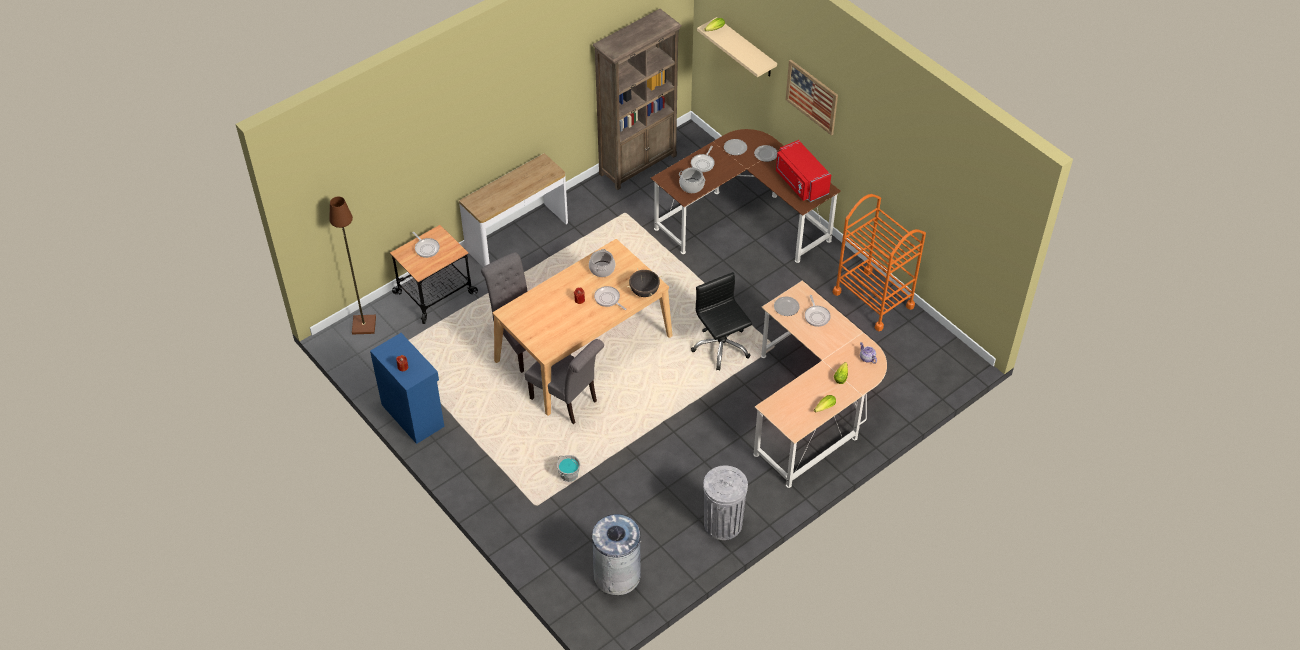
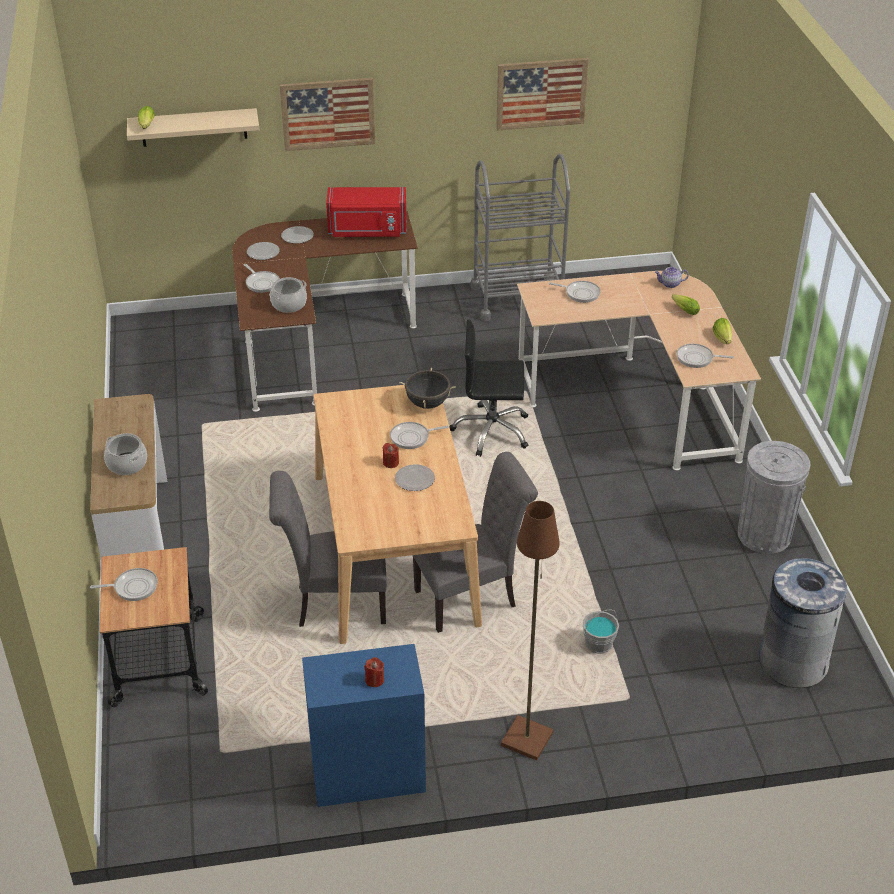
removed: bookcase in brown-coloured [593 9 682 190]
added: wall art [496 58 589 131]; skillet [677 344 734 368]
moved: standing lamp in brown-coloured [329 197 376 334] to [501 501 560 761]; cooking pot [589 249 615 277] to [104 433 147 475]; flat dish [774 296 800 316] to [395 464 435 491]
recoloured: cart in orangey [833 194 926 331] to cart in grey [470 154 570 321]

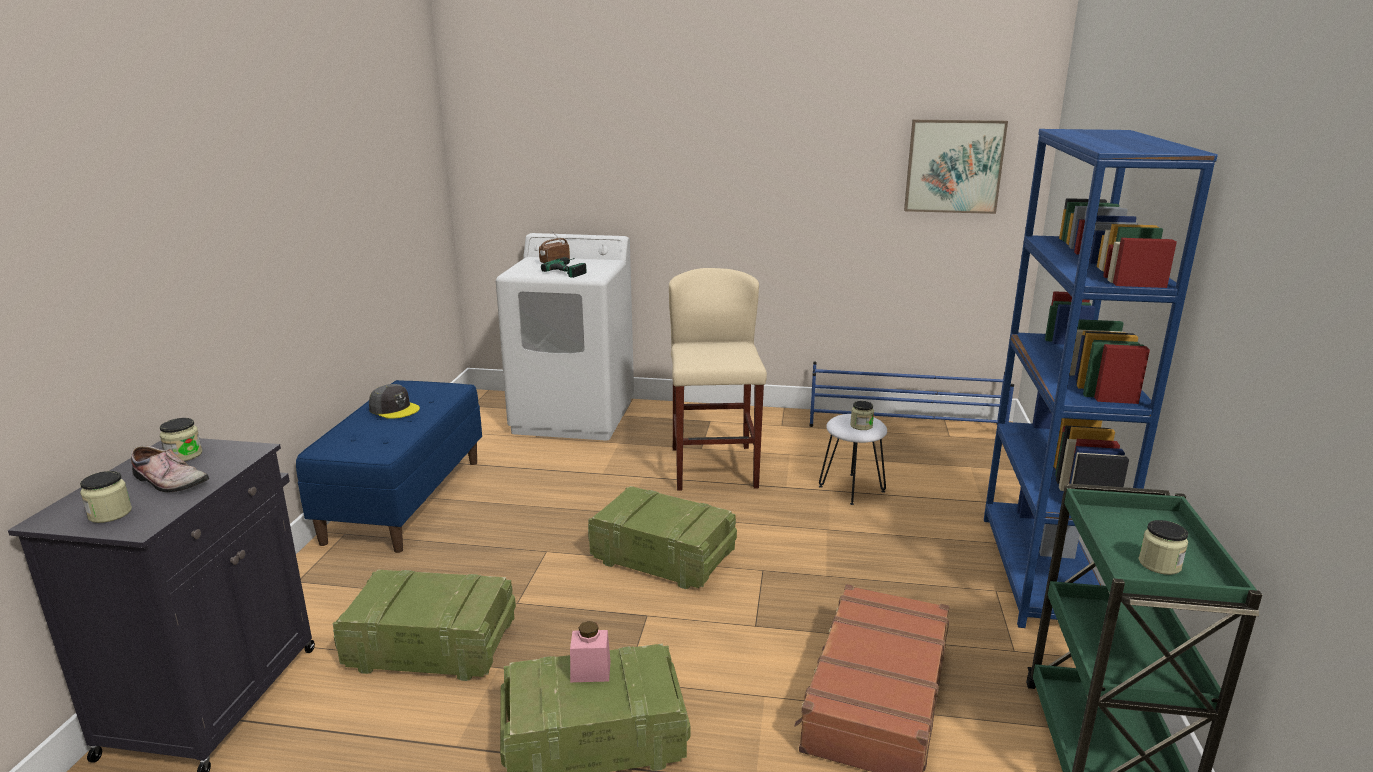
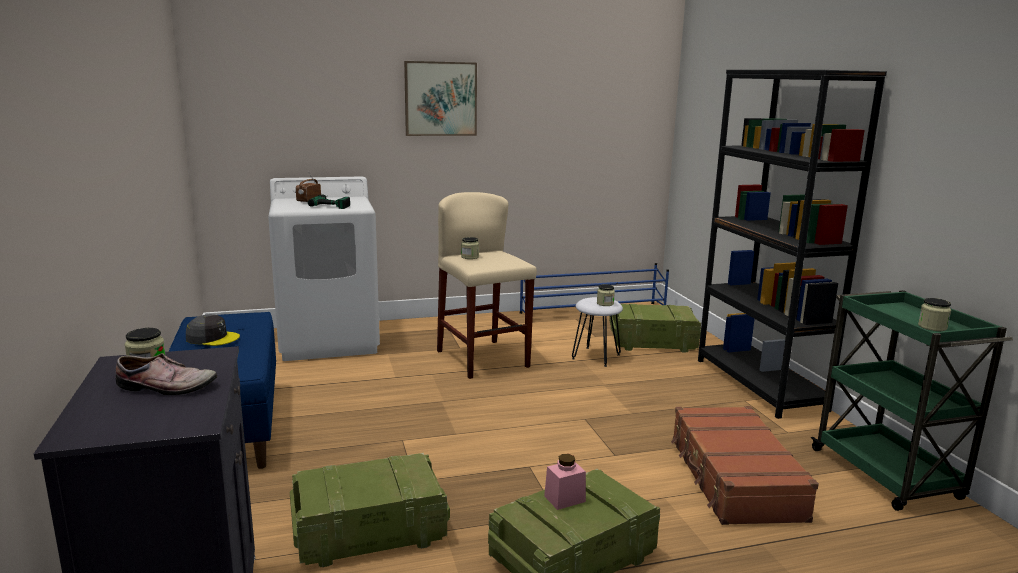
moved: wall art [904 120 1008 214] to [404 61 477 136]; preserve jar [80 471 132 523] to [461 237 479 259]; packing crate [588 486 737 589] to [609 304 701 352]
recoloured: bookcase in bluish [984 129 1218 628] to bookcase in black [698 70 887 419]

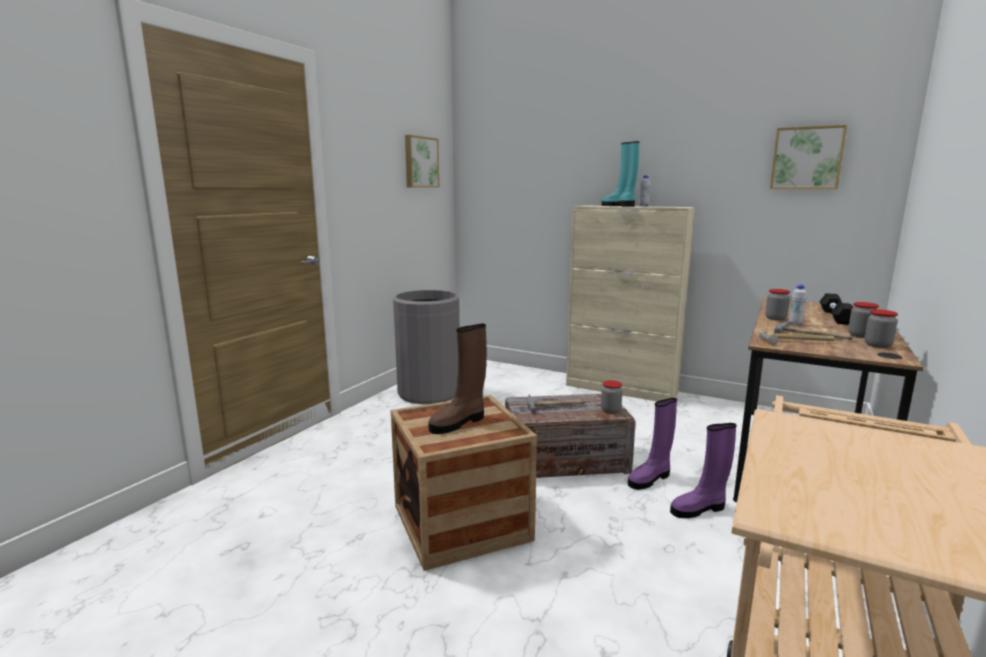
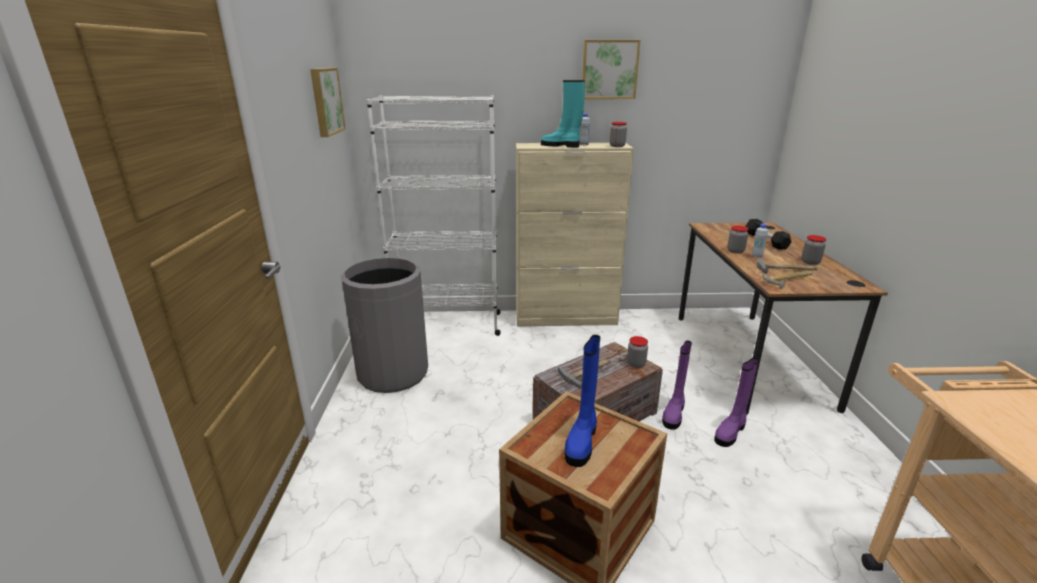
added: bookcase in whitish [367 95 501 336]
moved: wall art [770 125 847 189] to [582 40 640 99]; preserve jar [864 309 898 348] to [610 122 627 147]
recoloured: high-top boot in brown-coloured [428 324 487 434] to high-top boot in bluish [564 335 600 467]

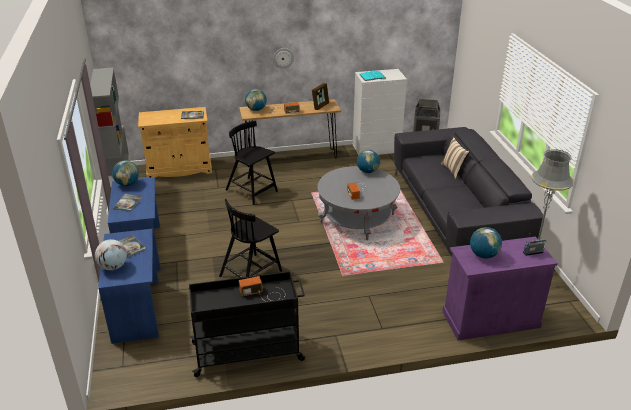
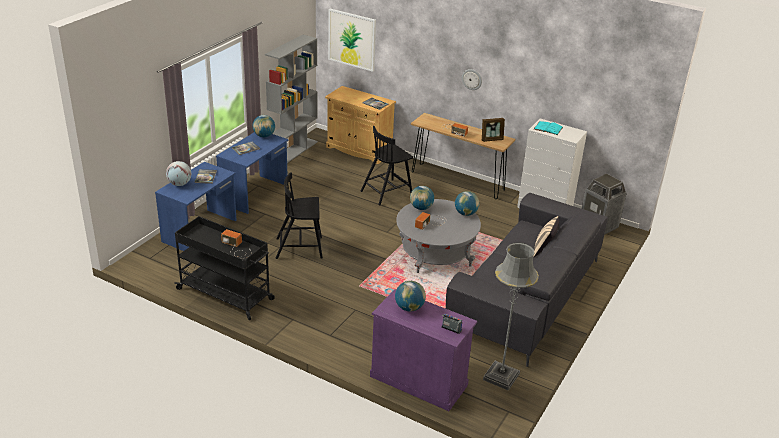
added: wall art [328 9 376 72]
moved: desk globe [245 89 267 111] to [410 186 434 210]
turned: chair in black [226 120 278 205] = [361 126 413 205] 120 degrees counterclockwise

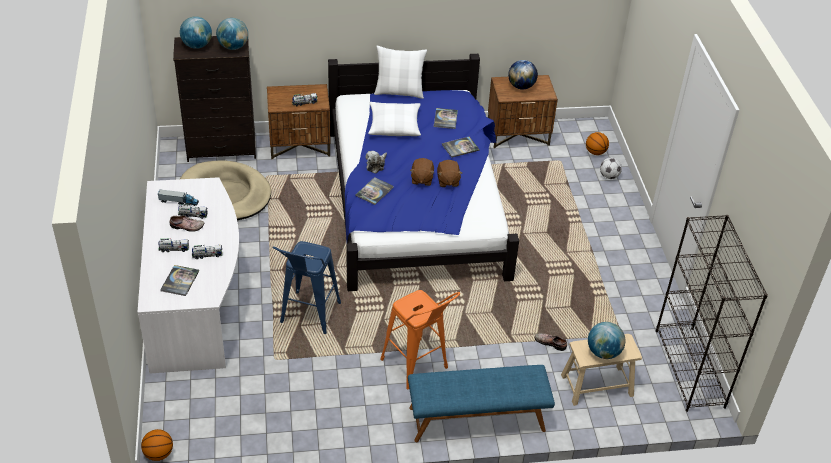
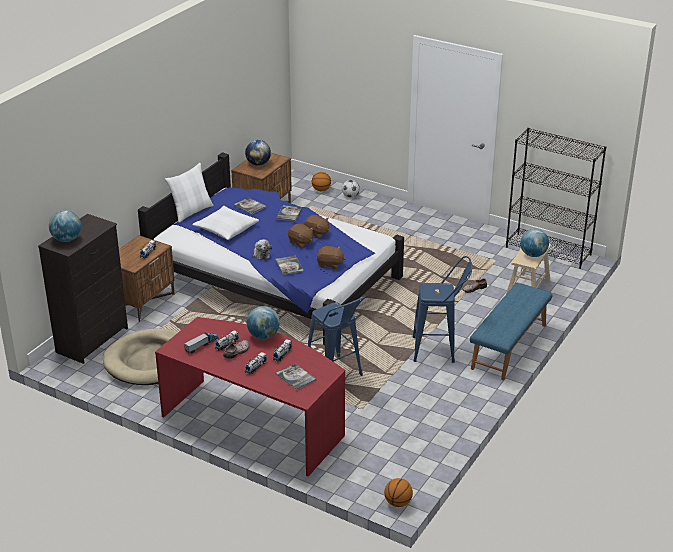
added: cuddly toy in brown-coloured [317 246 345 269]
moved: desk globe [216 18 248 50] to [247 306 280 339]
recoloured: desk in whitish [137 177 239 374] to desk in reddish [155 317 345 477]; stool in orangey [380 290 460 389] to stool in bluish [413 256 472 363]

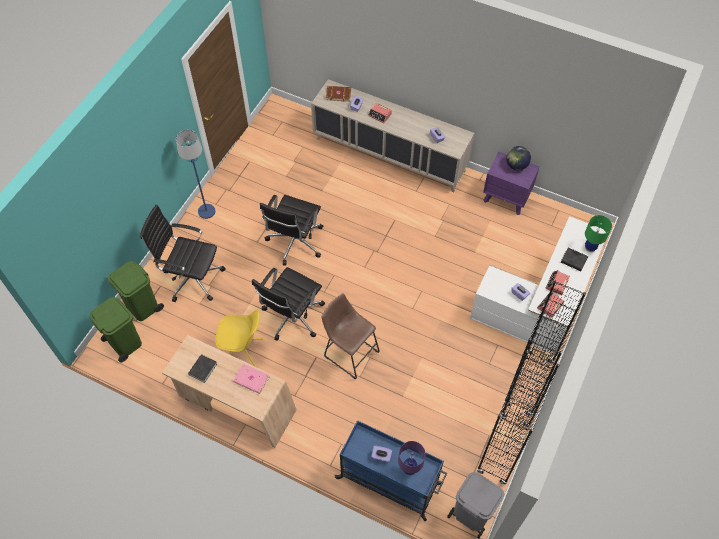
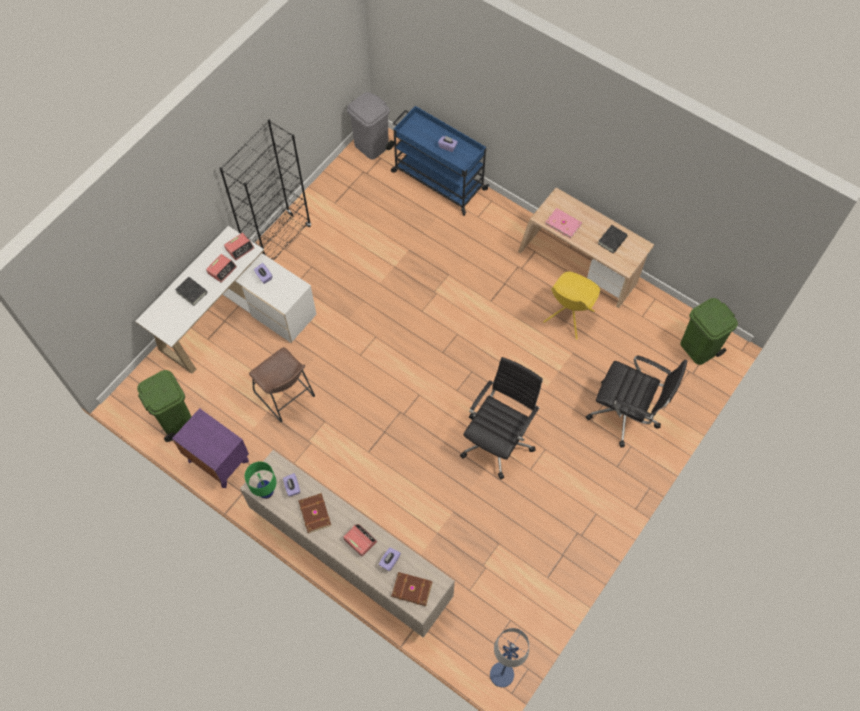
removed: desk globe [506 146 531 170]; computer chair in black [252 267 325 341]; bookcase in black [477 351 559 485]; tabletop lamp in purple [398 441 426 475]
added: bound book in brown-coloured [298 493 331 533]
moved: standing lamp in bluish [176 130 215 219] to [490 628 529 687]; tabletop lamp in green [585 215 612 252] to [245 462 277 499]; trash can in green [108 261 164 321] to [137 370 191 442]; stool in brown-coloured [321 293 379 379] to [249 347 315 423]
turned: chair in yellowish [215 310 263 367] = [543 271 600 340] 75 degrees counterclockwise

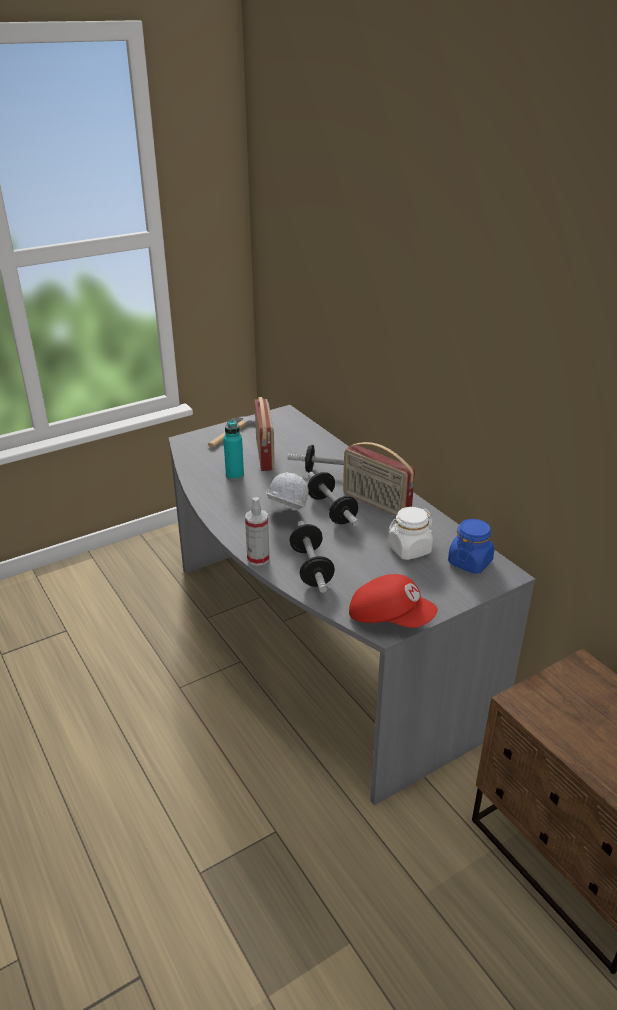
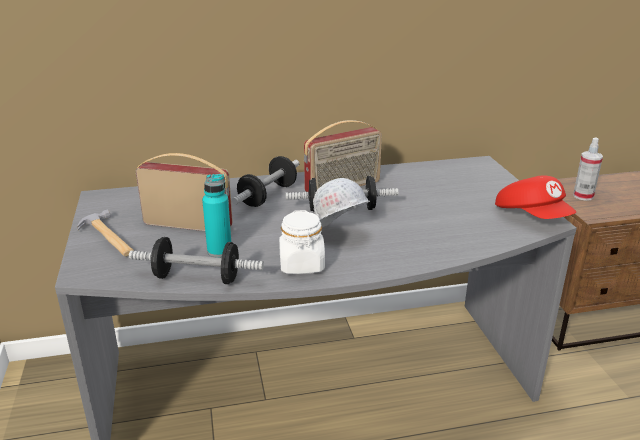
removed: preserve jar in bluish [448 519 495 574]
moved: sprayer [245 497 269 566] to [573 138 603 201]; preserve jar in whitish [388 507 433 560] to [279 210 325 274]; free weight [290 521 335 593] to [129 237 264 284]
turned: peaked cap in reddish [349 574 437 628] = [495 175 576 219] 105 degrees clockwise

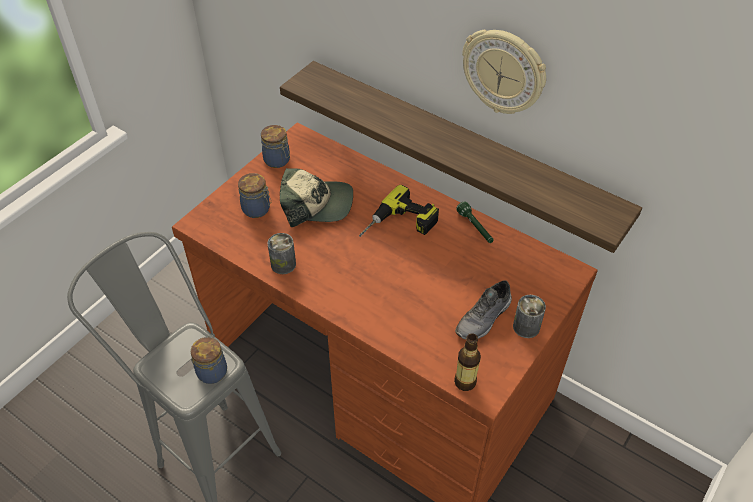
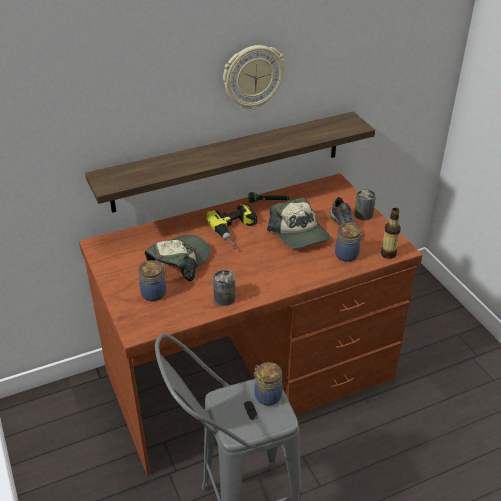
added: peaked cap [267 198 330 249]
moved: preserve jar [261 125 290 168] to [335 223 363 262]

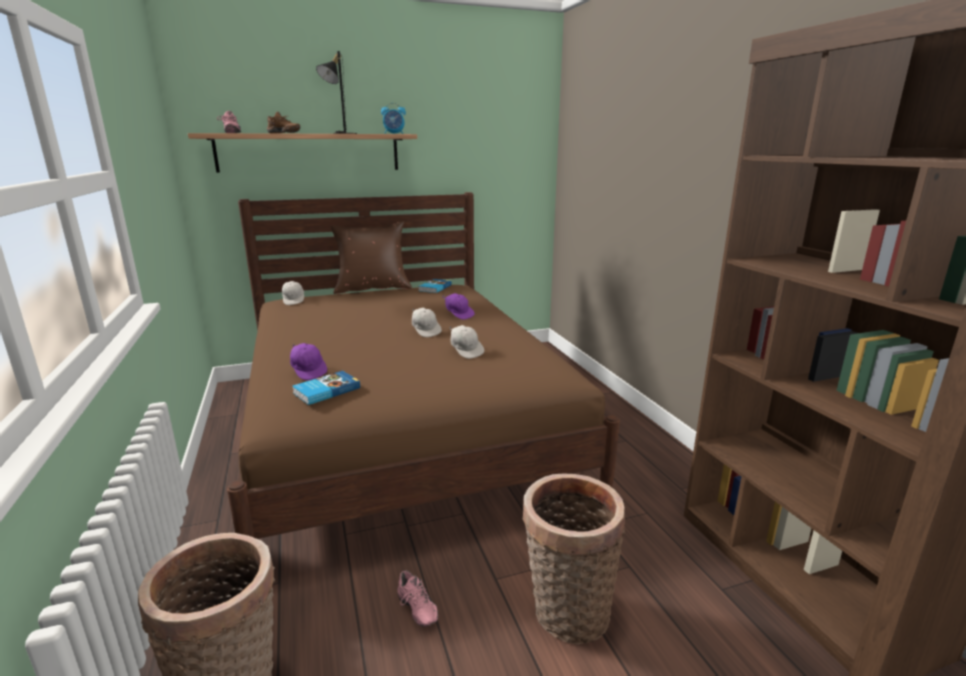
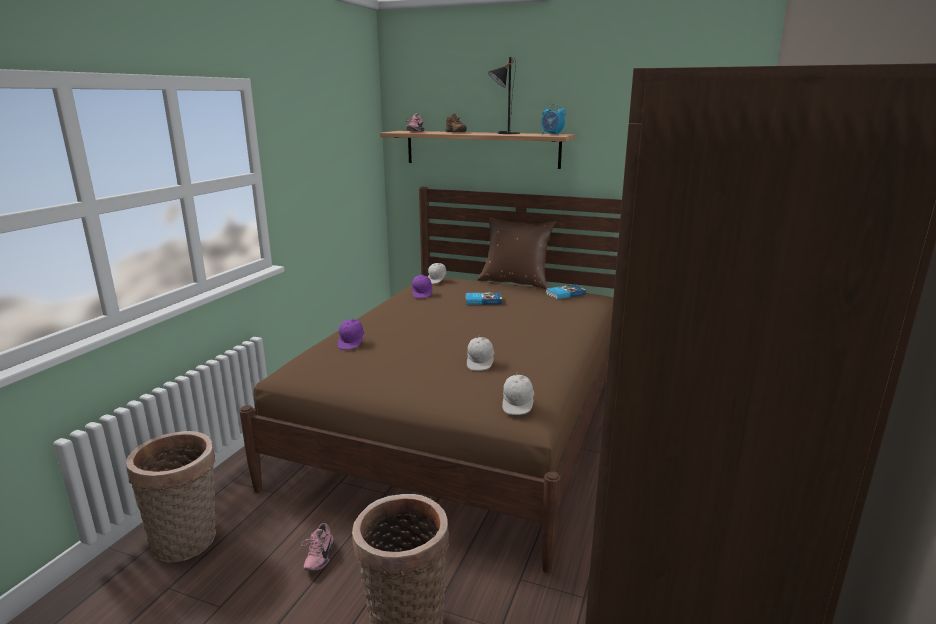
moved: peaked cap in purple [442 293 475 320] to [412 275 432 298]; peaked cap in whitish [412 308 442 337] to [502 372 534 415]; bound book [292 371 360 405] to [466 292 502 305]

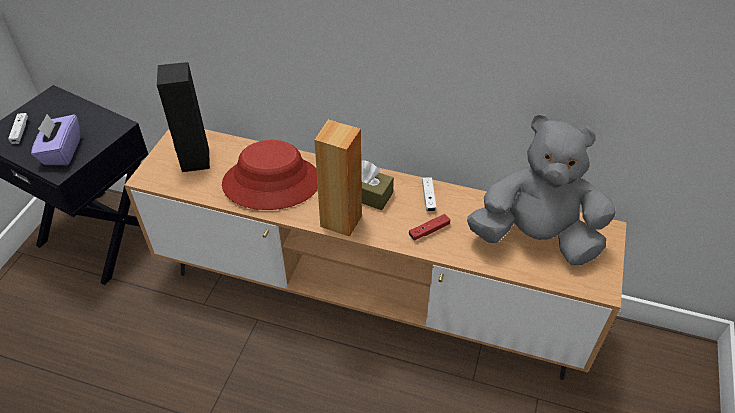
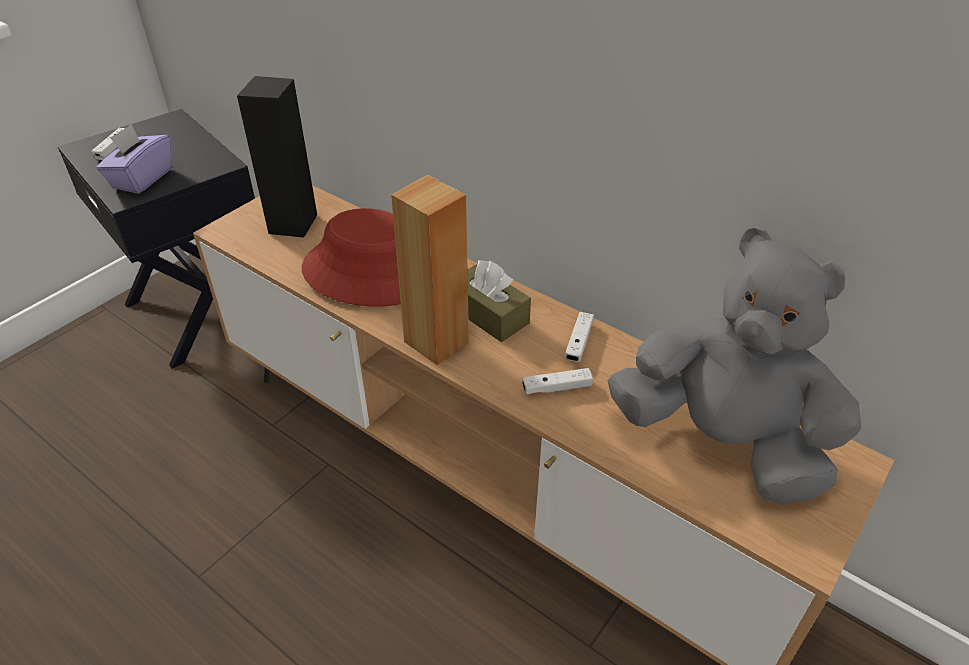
recoloured: gamepad in reddish [409 214 450 240] to gamepad in whitish [522 368 593 394]

